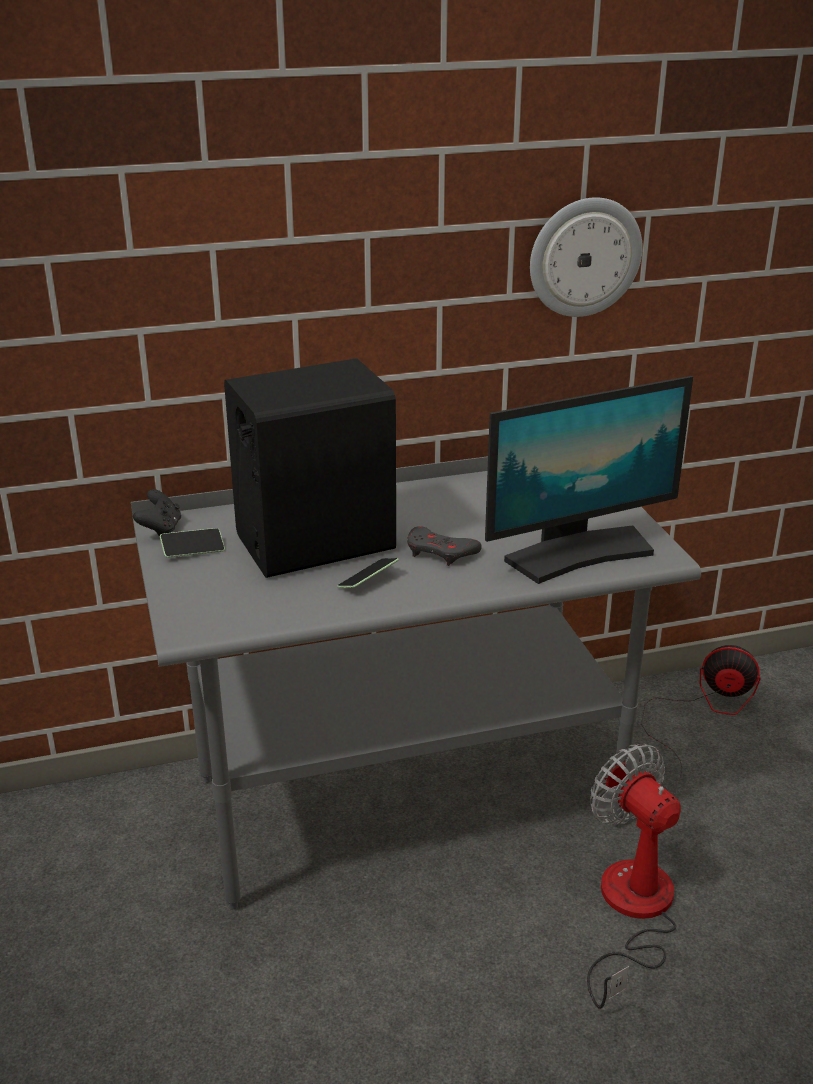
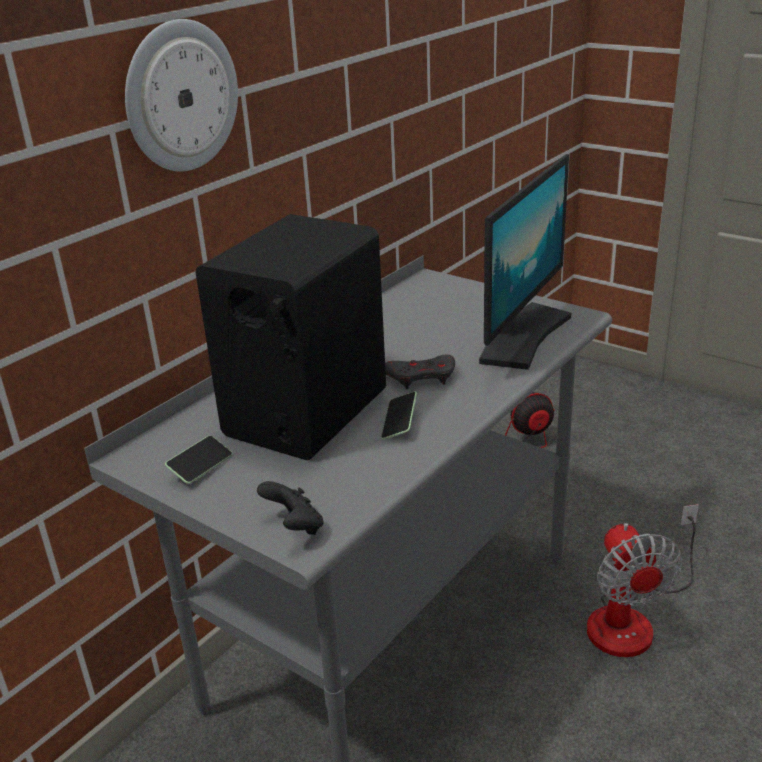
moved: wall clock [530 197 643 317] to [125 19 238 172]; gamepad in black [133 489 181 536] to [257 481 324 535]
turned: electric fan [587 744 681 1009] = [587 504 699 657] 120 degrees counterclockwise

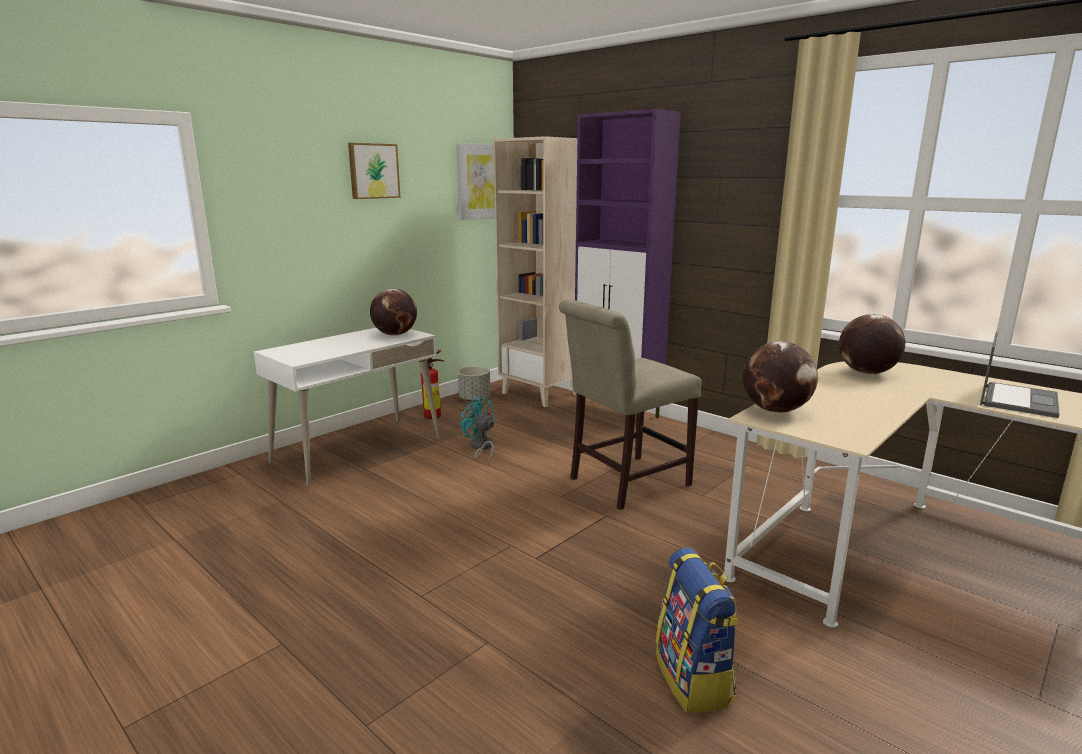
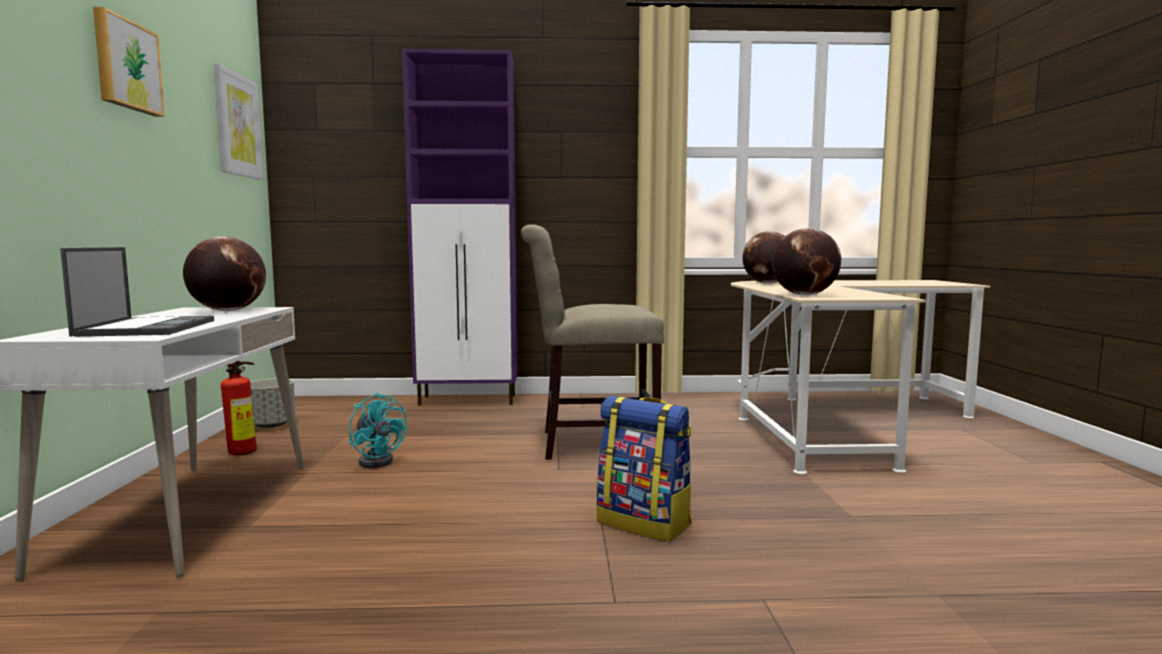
removed: bookcase in beige-coloured [493 136 577 407]
moved: notebook computer [980 332 1060 418] to [60 247 214 337]; rucksack [656 548 740 714] to [596 396 692 542]
turned: chair in beige-coloured [559 300 702 510] = [521 224 664 460] 75 degrees clockwise; electric fan in blue-green [460 397 495 462] = [349 393 407 468] 135 degrees counterclockwise

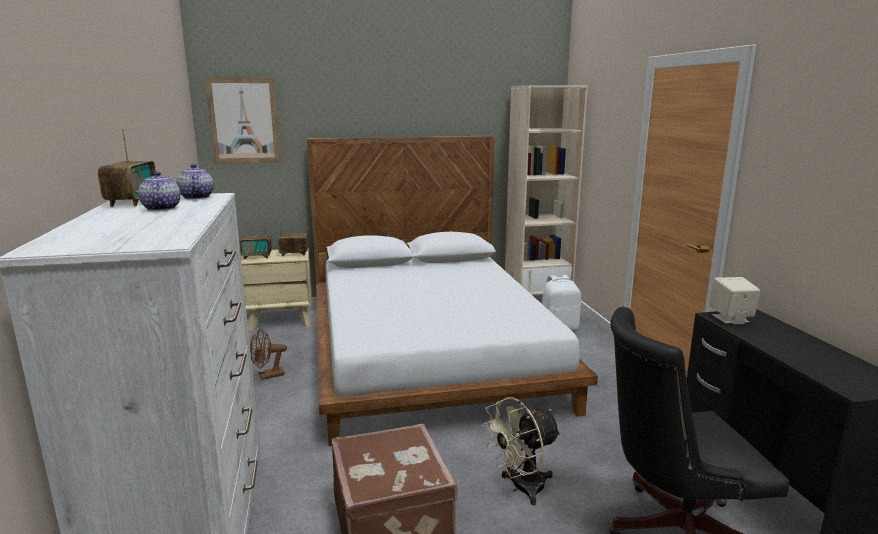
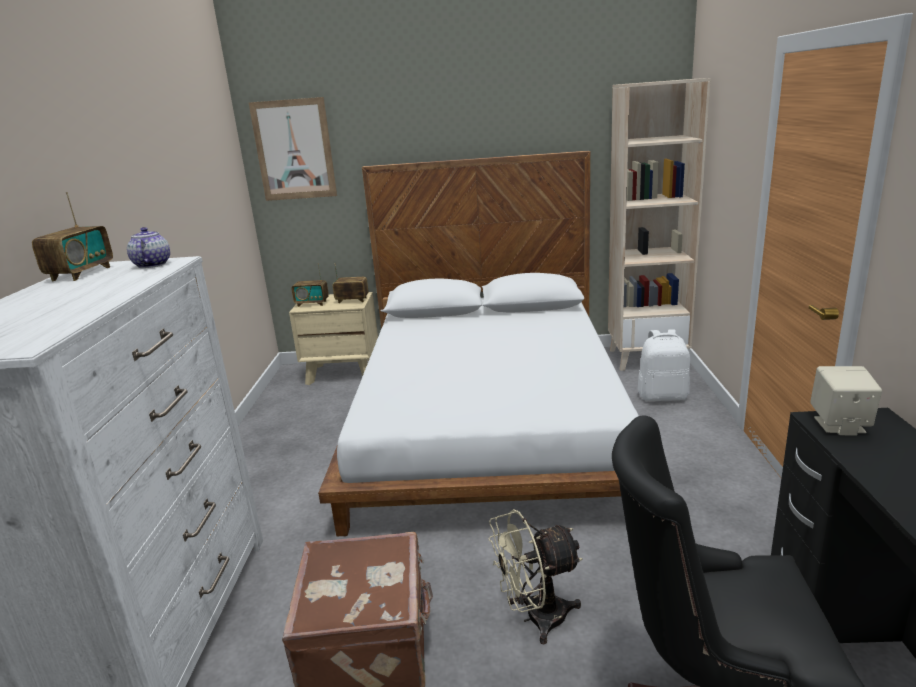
removed: tea pot [138 171 180 211]; electric fan in brown-coloured [250 329 287 380]

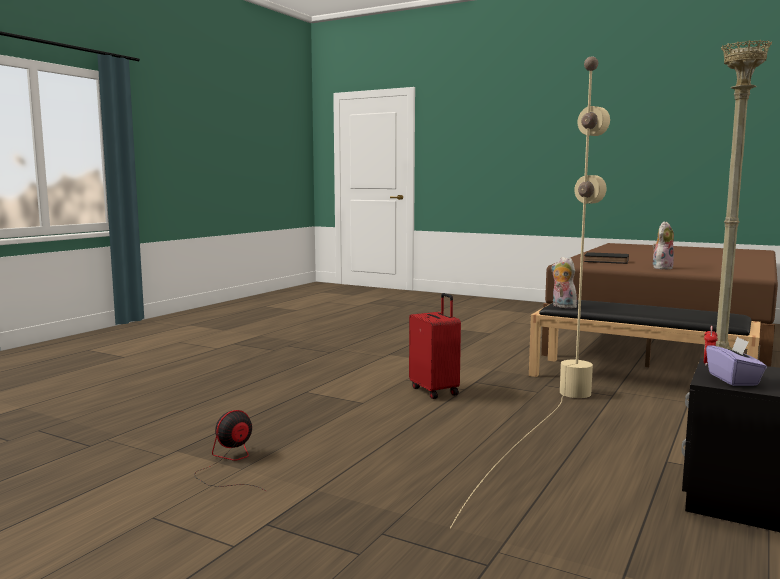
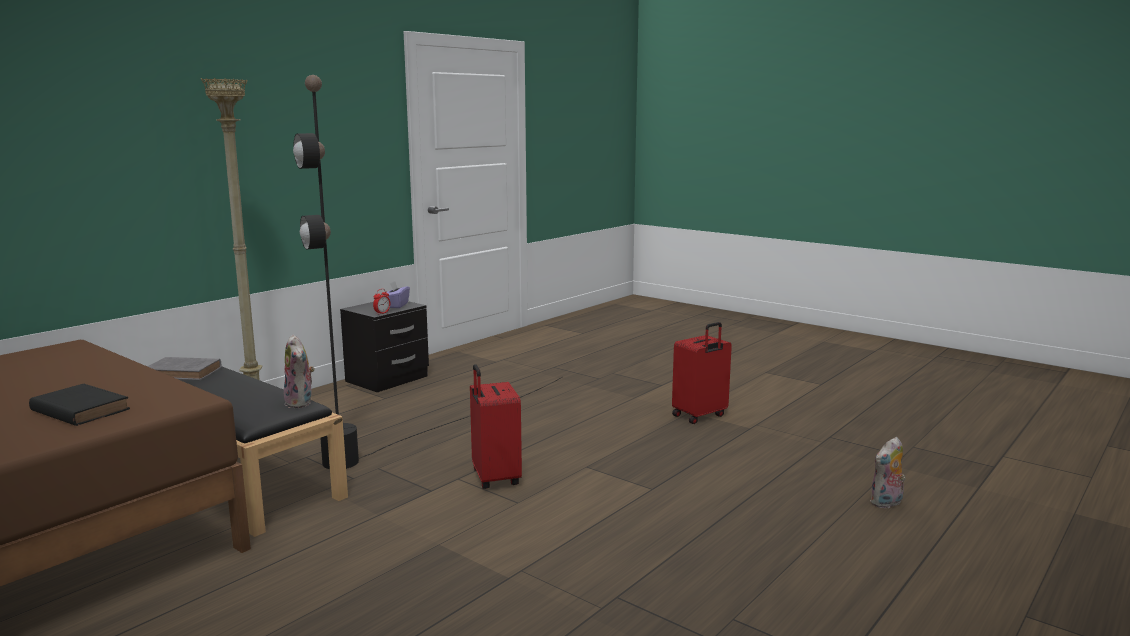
added: bound book in grey [147 357 222 380]
moved: cuddly toy [652 222 674 270] to [870 437 906 508]
replaced: electric fan [194 410 266 491] to suitcase in reddish [672 322 732 424]
recoloured: standing lamp in beige-coloured [450 56 610 529] to standing lamp in black [293 75 562 469]

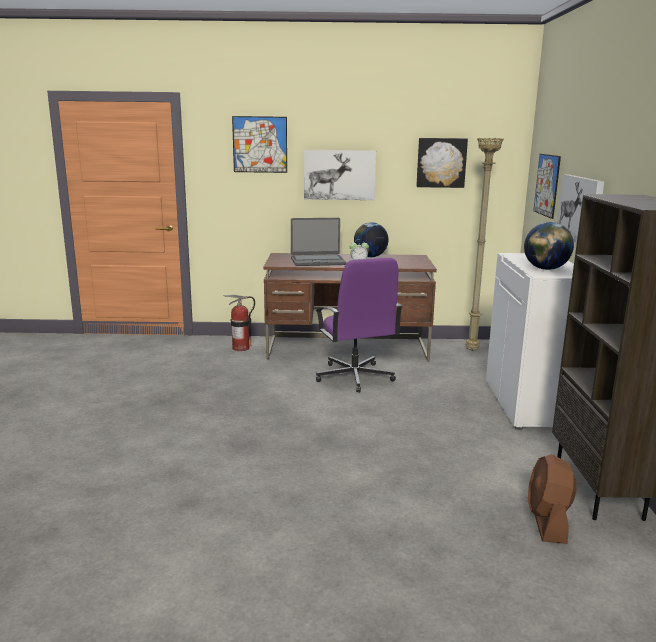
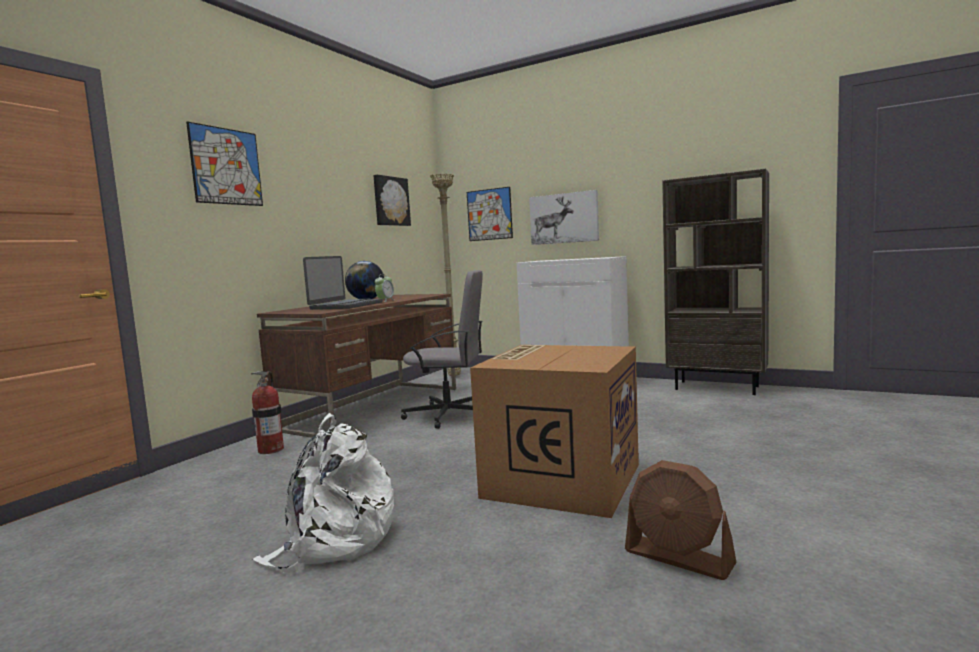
removed: wall art [304 150 376 200]; desk globe [524 222 574 270]
added: packing box [470 345 639 518]; rucksack in whitish [252 413 394 573]
moved: electric fan in brown-coloured [528 454 577 544] to [625 460 736 580]
recoloured: computer chair in purple [316 258 403 393] to computer chair in grey [401 270 483 429]

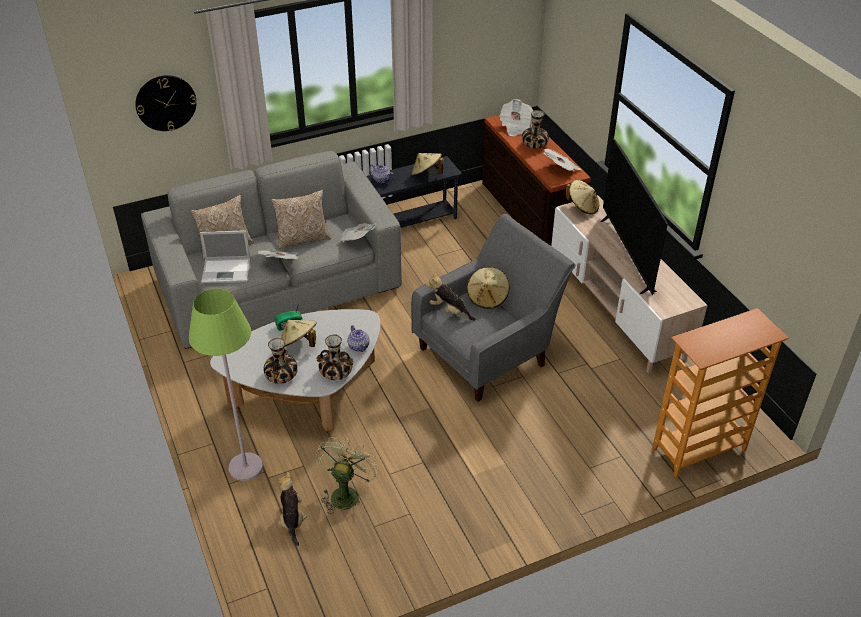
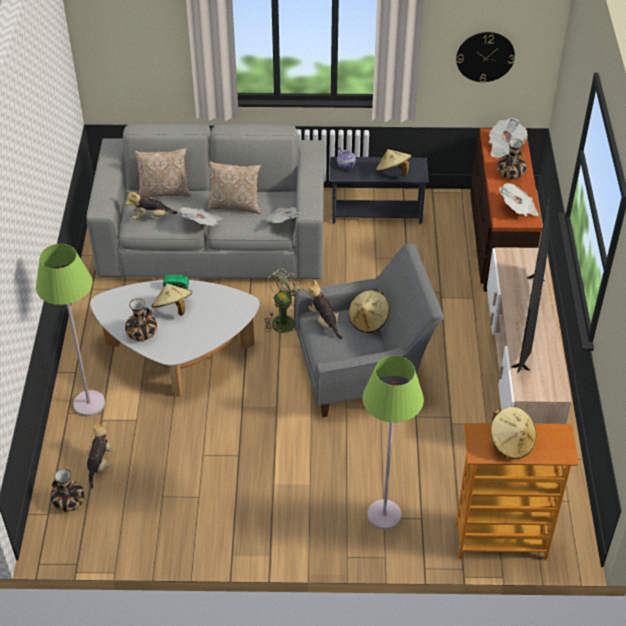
removed: tea pot [347 325 370 352]
added: standing lamp in green [363 356 424 530]
moved: wall clock [135 75 197 131] to [456 32 515 83]; clothing hat in beige-coloured [566 180 599 215] to [491 406 536 459]; decorative vase [316 335 354 380] to [50 468 85 512]; electric fan in green [316 437 378 514] to [264 268 305 333]
replaced: notebook computer [200 230 250 283] to cuddly toy [125 190 178 220]

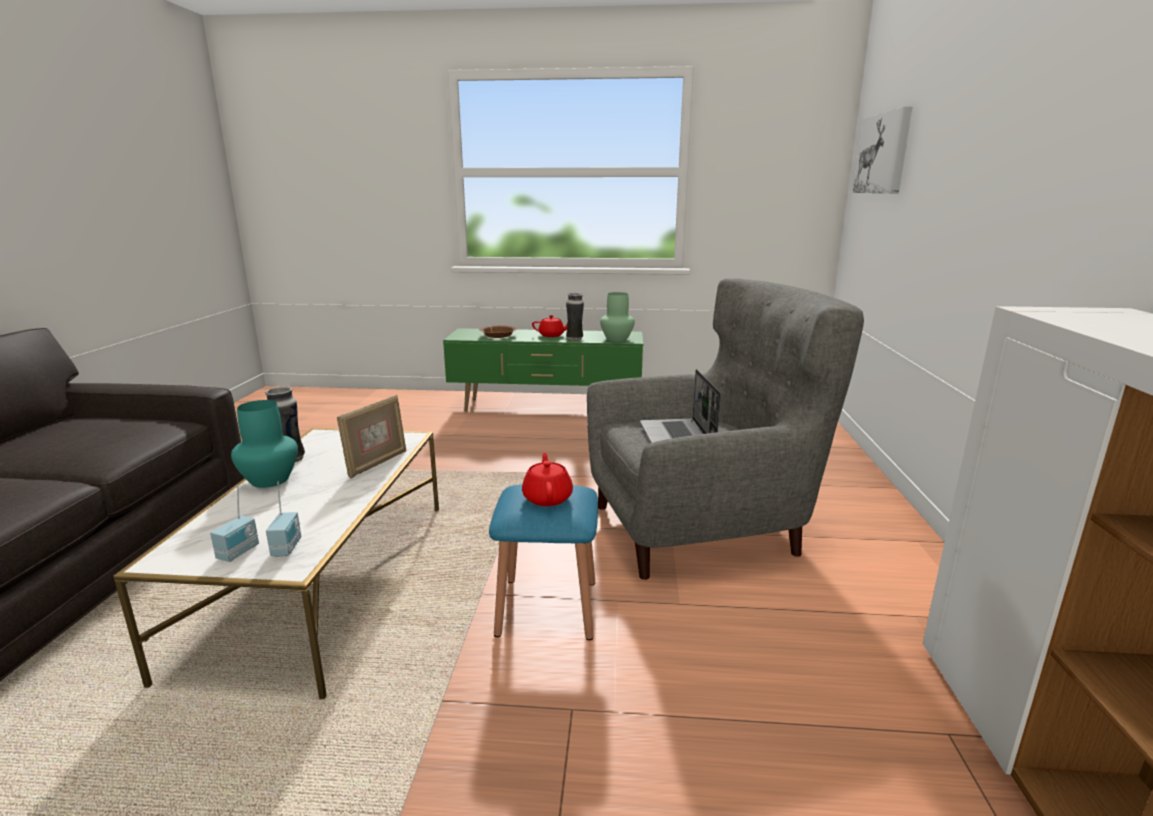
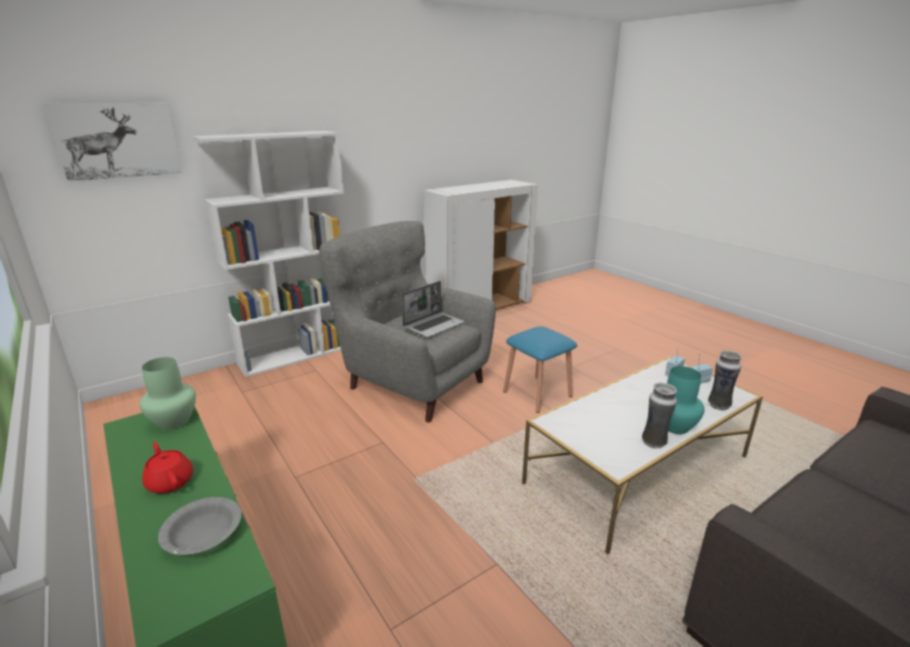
removed: photo frame [337 395 406 479]; tea pot in reddish [522 453 573 506]
added: bookcase in whitish [193 131 344 377]
moved: decorative vase [566 293 584 341] to [708 350 742 410]
recoloured: bowl in brown-coloured [479 325 517 338] to bowl in grey [158 497 241 555]

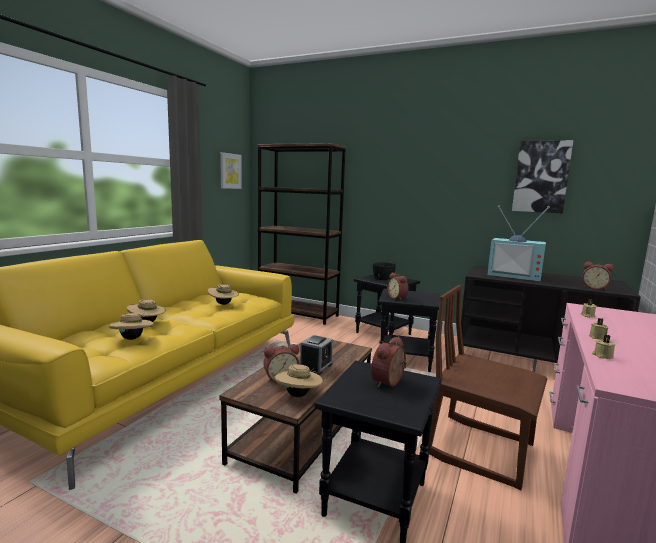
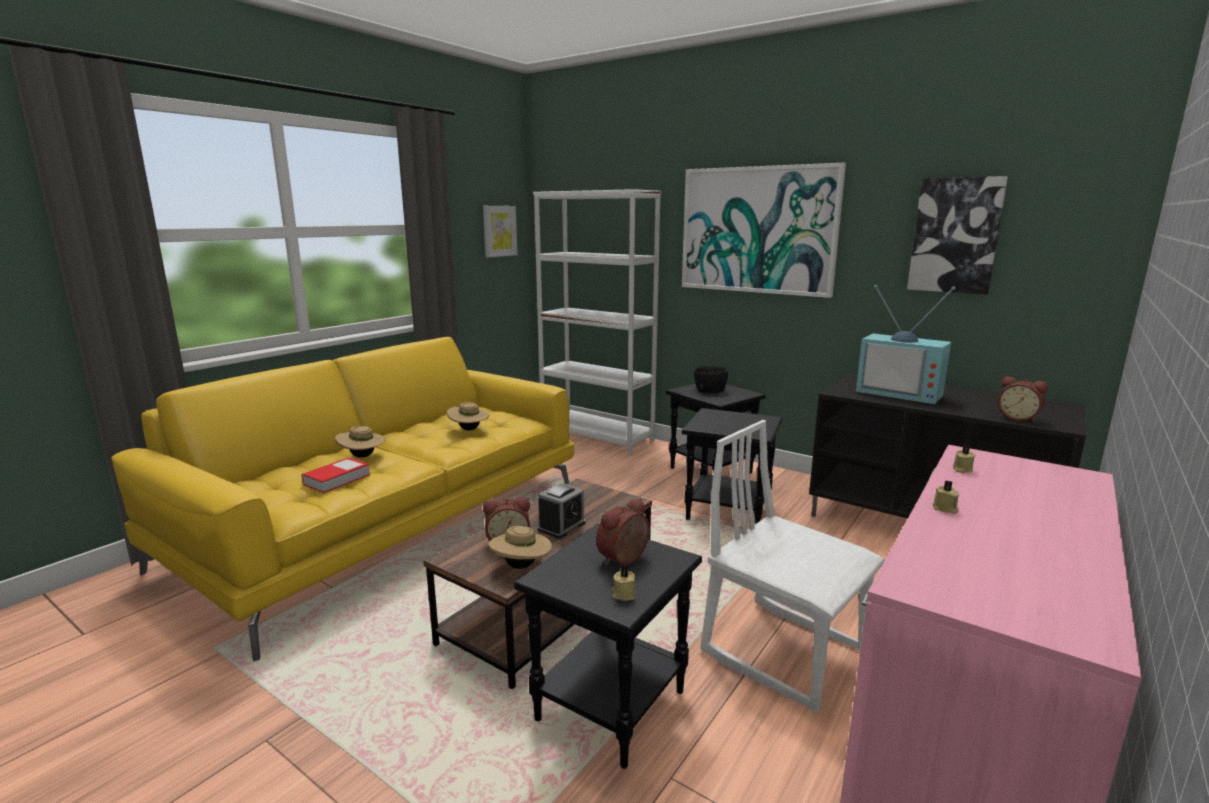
removed: bedside clock [387 273 409 300]
added: wall art [682 163 846 298]
moved: wax light in beige-coloured [592 335 615 359] to [613 565 636 601]
replaced: clothing hat in beige-coloured [109 313 154 340] to bound book [301 457 371 493]
recoloured: bookcase in brown-coloured [257 143 346 325] to bookcase in whitish [533 189 661 454]; chair in brown-coloured [428 285 547 490] to chair in whitish [700 420 885 713]

